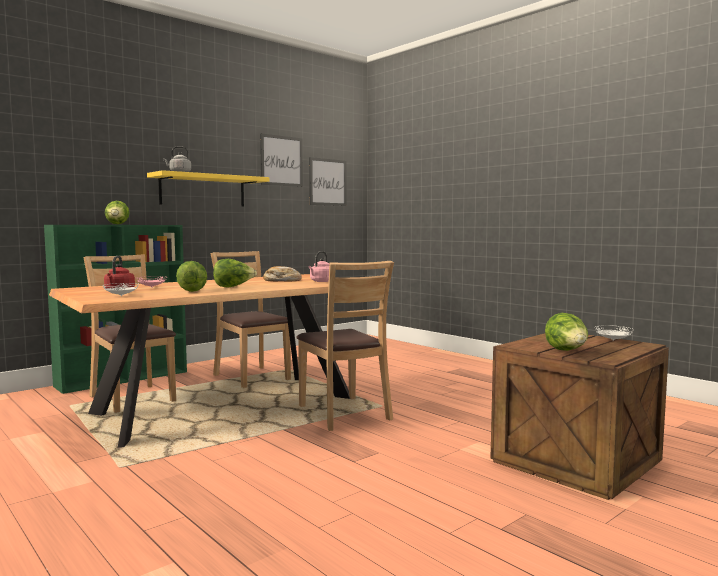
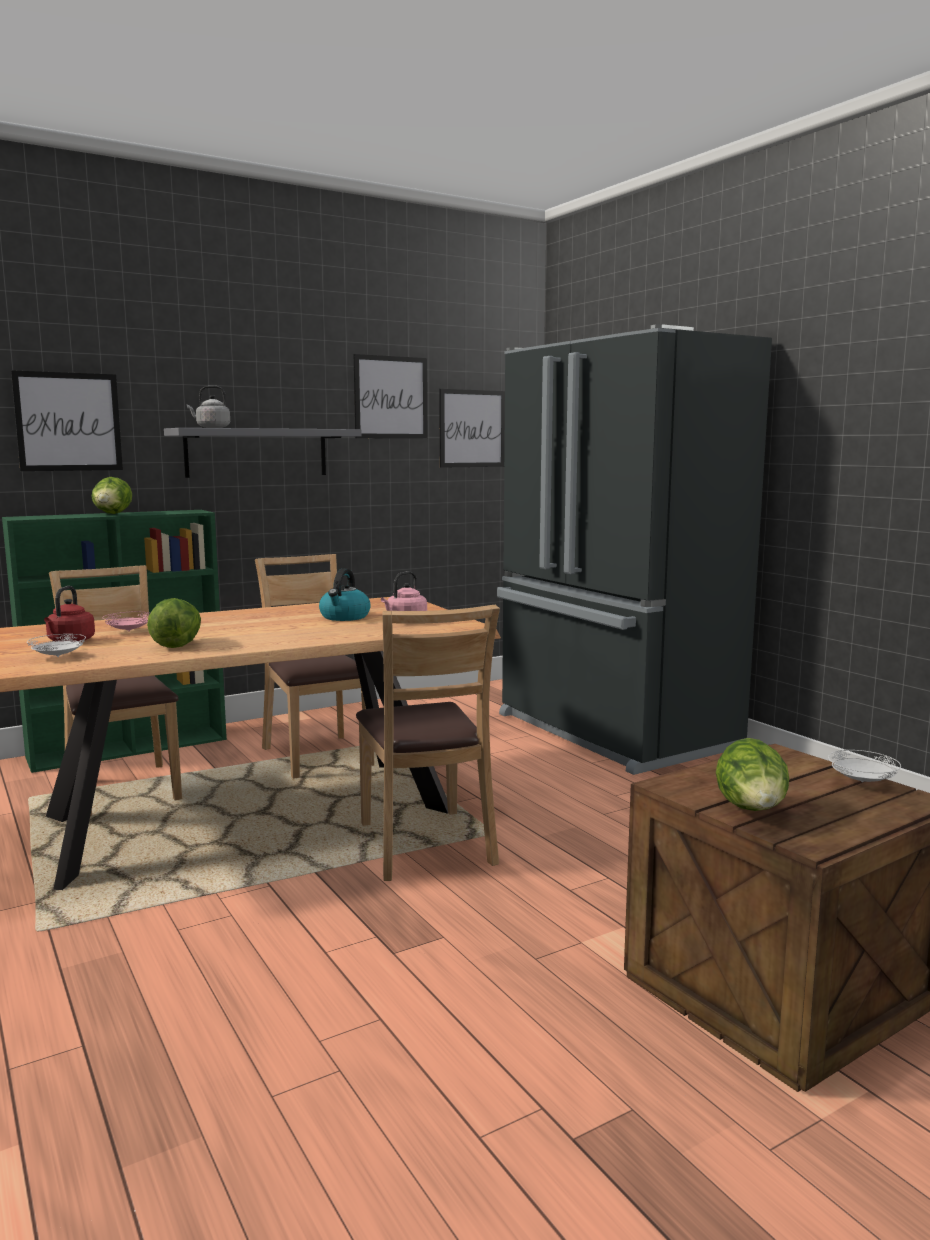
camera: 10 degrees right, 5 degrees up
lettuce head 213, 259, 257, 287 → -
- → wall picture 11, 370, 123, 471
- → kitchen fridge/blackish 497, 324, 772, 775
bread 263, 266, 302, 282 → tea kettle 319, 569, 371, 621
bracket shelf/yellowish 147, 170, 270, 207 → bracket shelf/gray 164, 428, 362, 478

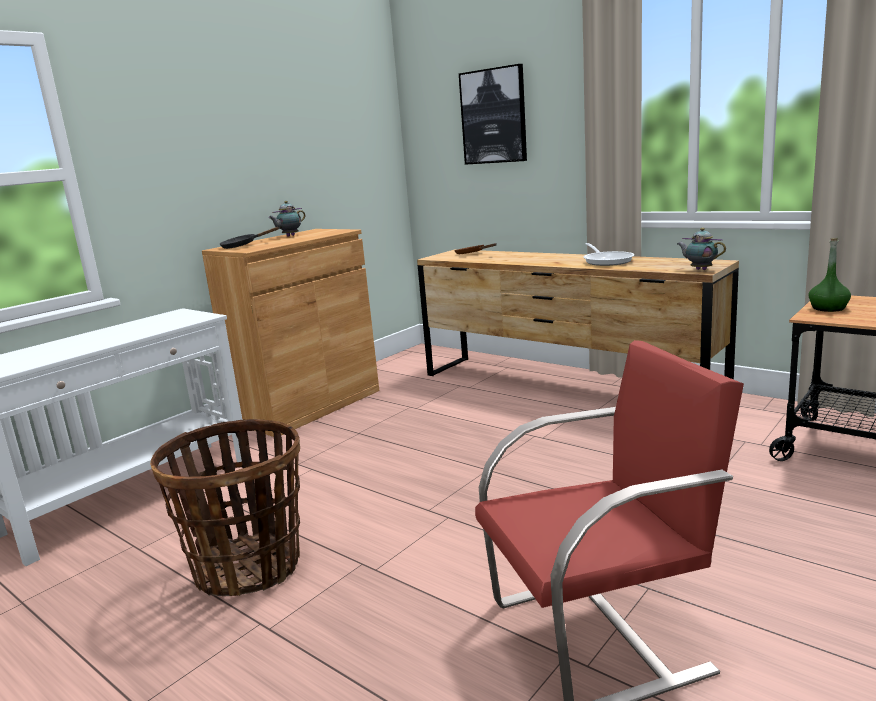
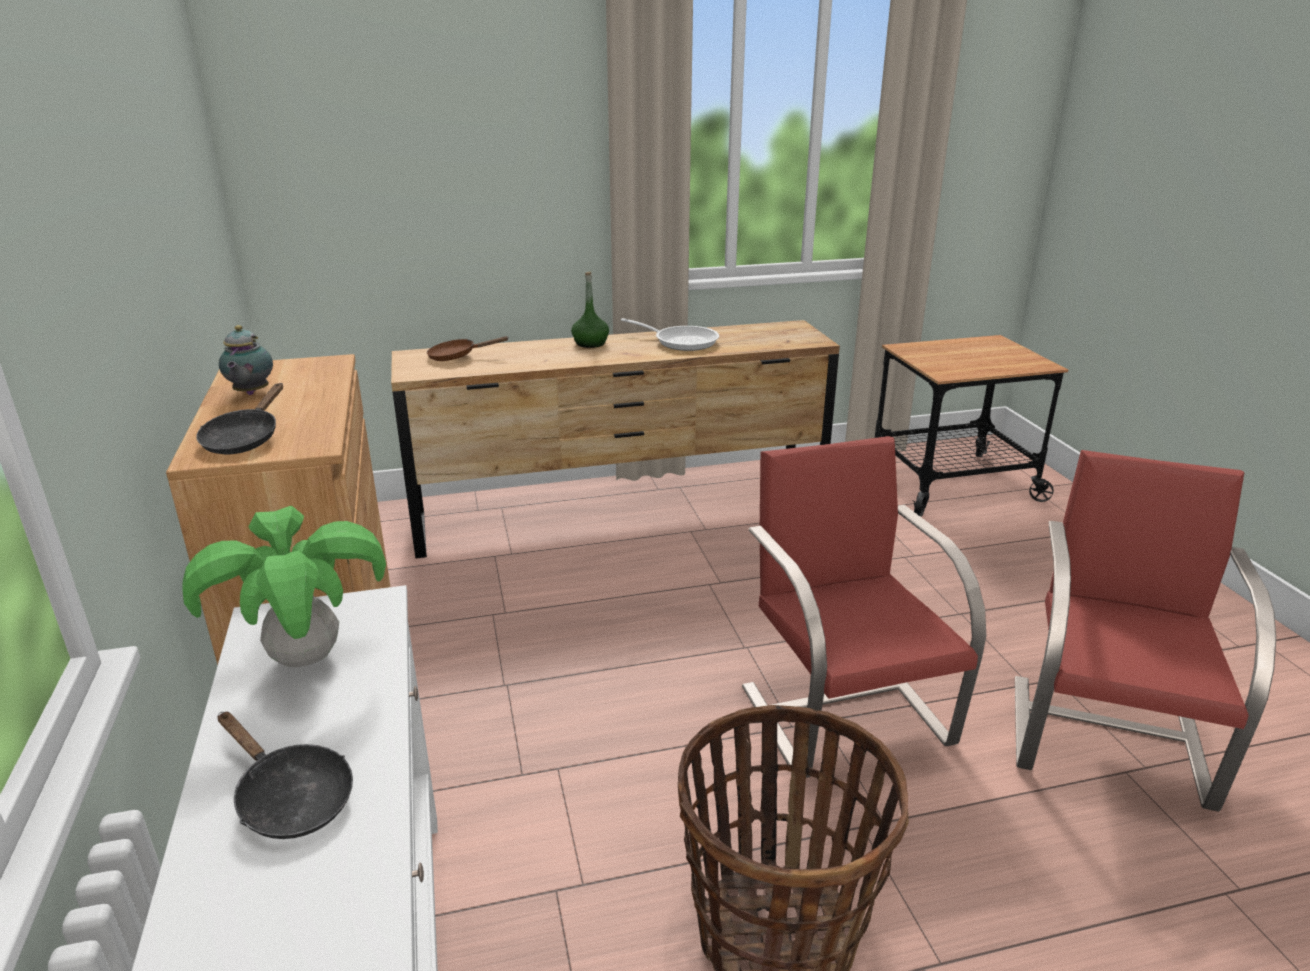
camera: 55 degrees left, 10 degrees up
wall picture 459, 64, 527, 165 → -
teapot 677, 228, 726, 270 → -
- → houseplant 183, 506, 386, 667
- → pan/blackish 218, 712, 353, 839
- → plain chair/red 742, 436, 986, 778
beverage bottle/green 809, 238, 851, 312 → beverage bottle/green 571, 272, 609, 348, relocated

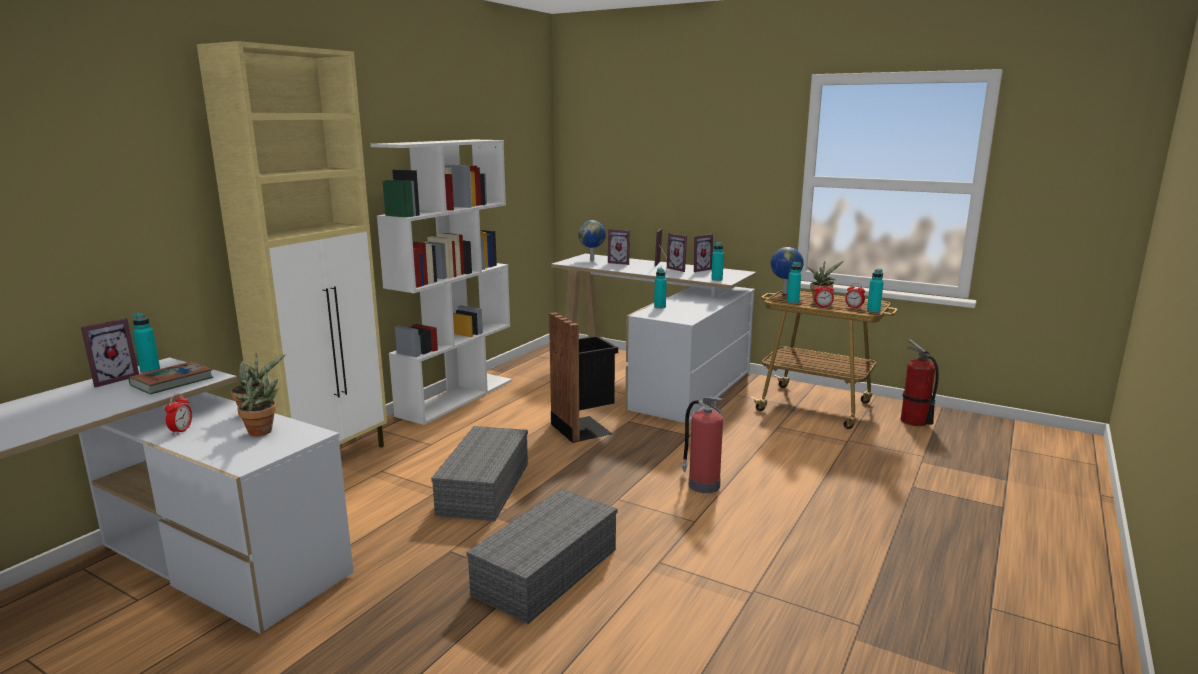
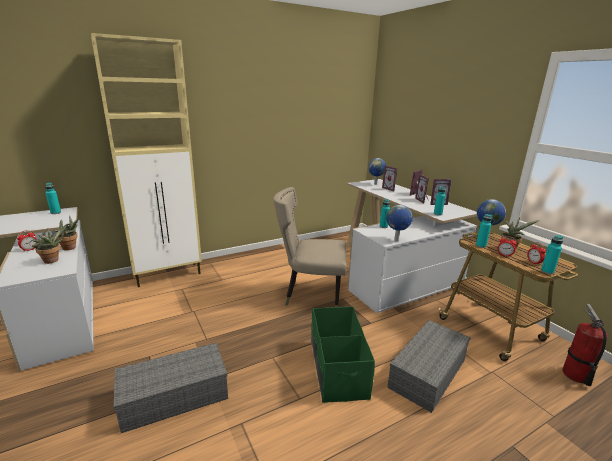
camera: 30 degrees right, 5 degrees up
standing frame 81, 318, 139, 388 → -
book 129, 361, 214, 394 → -
bookcase/white-coloured 371, 139, 512, 425 → -
- → world globe 386, 205, 413, 241
storage bin/gray 431, 426, 528, 521 → storage bin/gray 387, 320, 471, 413, relocated
rubbish bin/blackish 549, 312, 618, 443 → plain chair/beige 273, 187, 347, 307
extinguisher 682, 397, 725, 493 → storage bin/green 311, 307, 375, 403

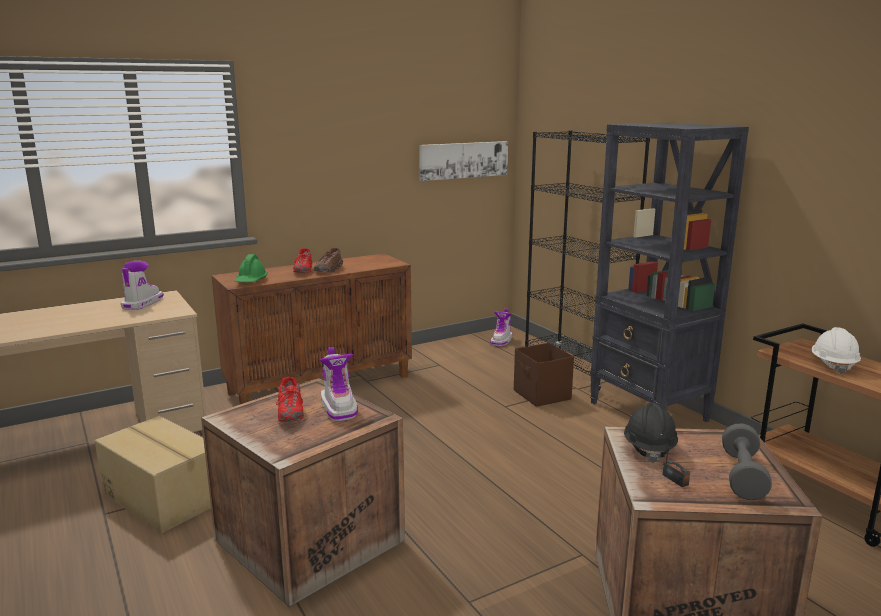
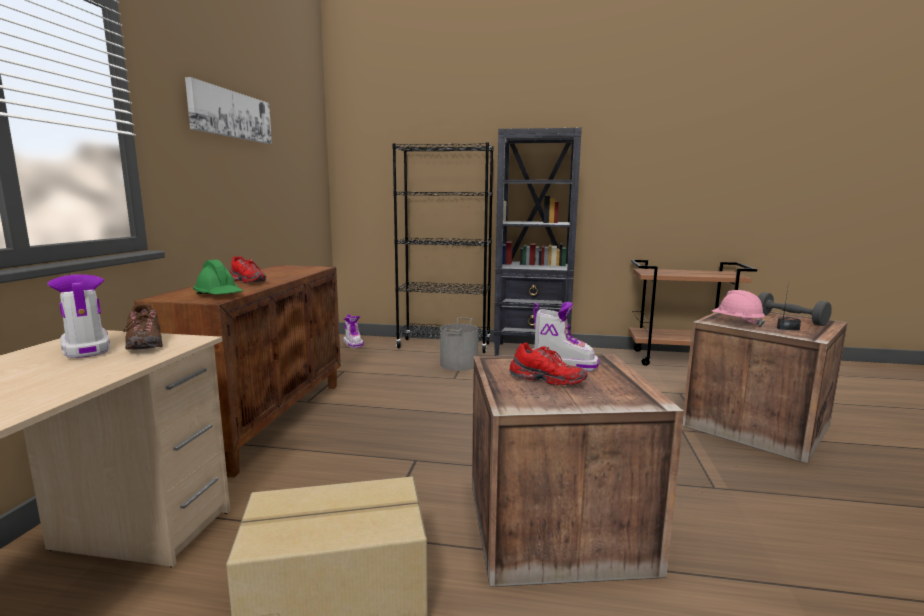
camera: 50 degrees left, 5 degrees down
hard hat/white-coloured 812, 327, 861, 374 → -
item of footwear/brown-coloured 314, 248, 343, 273 → item of footwear/brown-coloured 123, 304, 163, 350, relocated
wall picture 419, 141, 508, 181 → wall picture 185, 77, 272, 144, relocated
storage bin/brown-coloured 514, 343, 574, 407 → water bucket/gray 440, 317, 478, 371
hard hat/blackish 624, 402, 678, 463 → hard hat/pinkish 712, 290, 765, 327

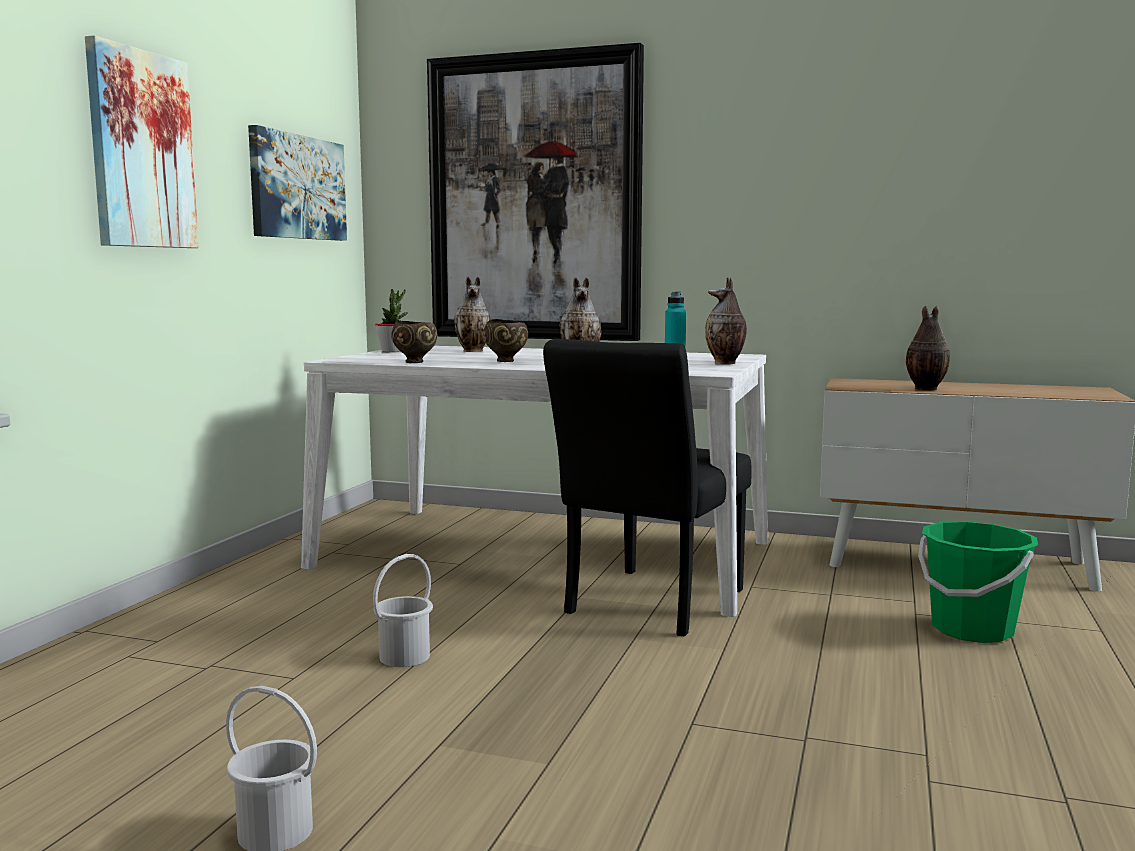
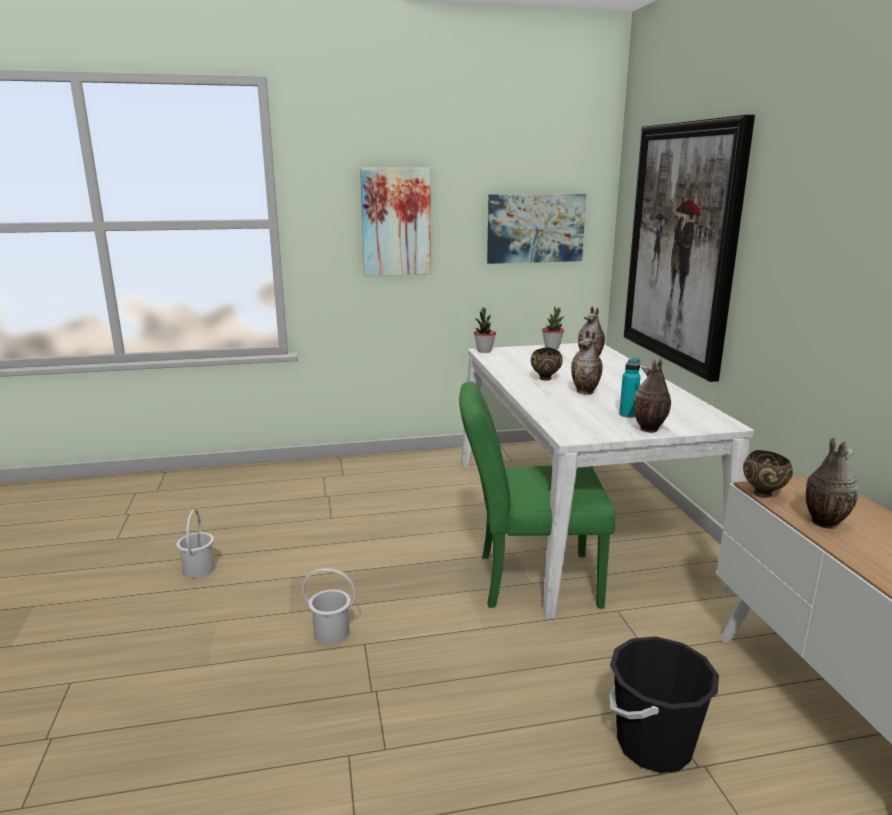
camera: 60 degrees right, 10 degrees up
- → houseplant 474, 307, 496, 353
water bucket/white-coloured 373, 554, 433, 667 → water bucket/white-coloured 302, 568, 356, 645, relocated
deep dish/brown-coloured 391, 320, 438, 363 → deep dish/brown-coloured 743, 450, 793, 498, relocated
plain chair/blackish 543, 339, 752, 636 → plain chair/green 459, 382, 615, 608
water bucket/green 918, 521, 1038, 643 → water bucket/blackish 609, 637, 719, 773

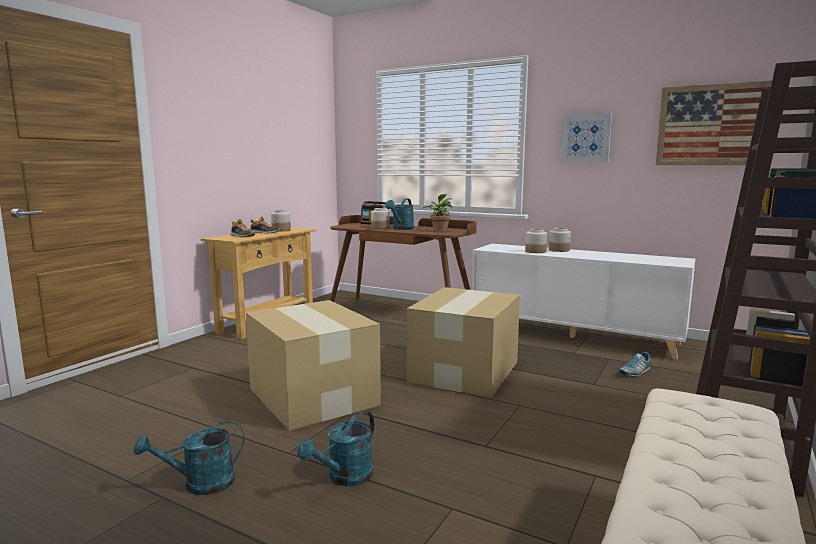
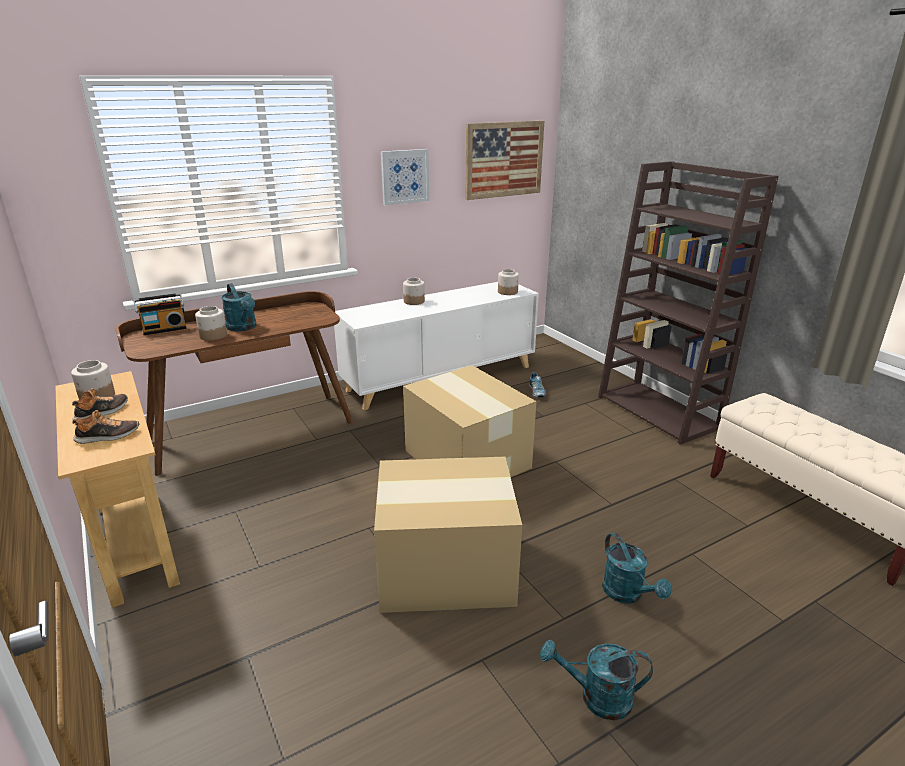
camera: 60 degrees left, 15 degrees up
houseplant 423, 194, 452, 232 → -
preserve jar 525, 229, 547, 253 → preserve jar 498, 269, 519, 295, relocated
watering can/turquoise 133, 420, 244, 495 → watering can/turquoise 540, 640, 653, 720, 90 degrees clockwise

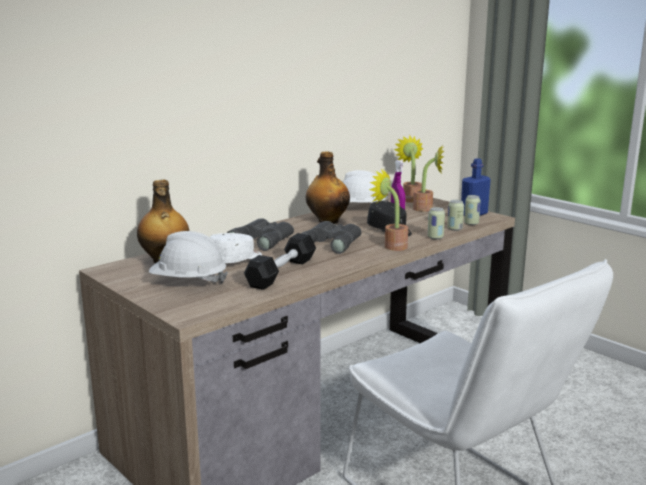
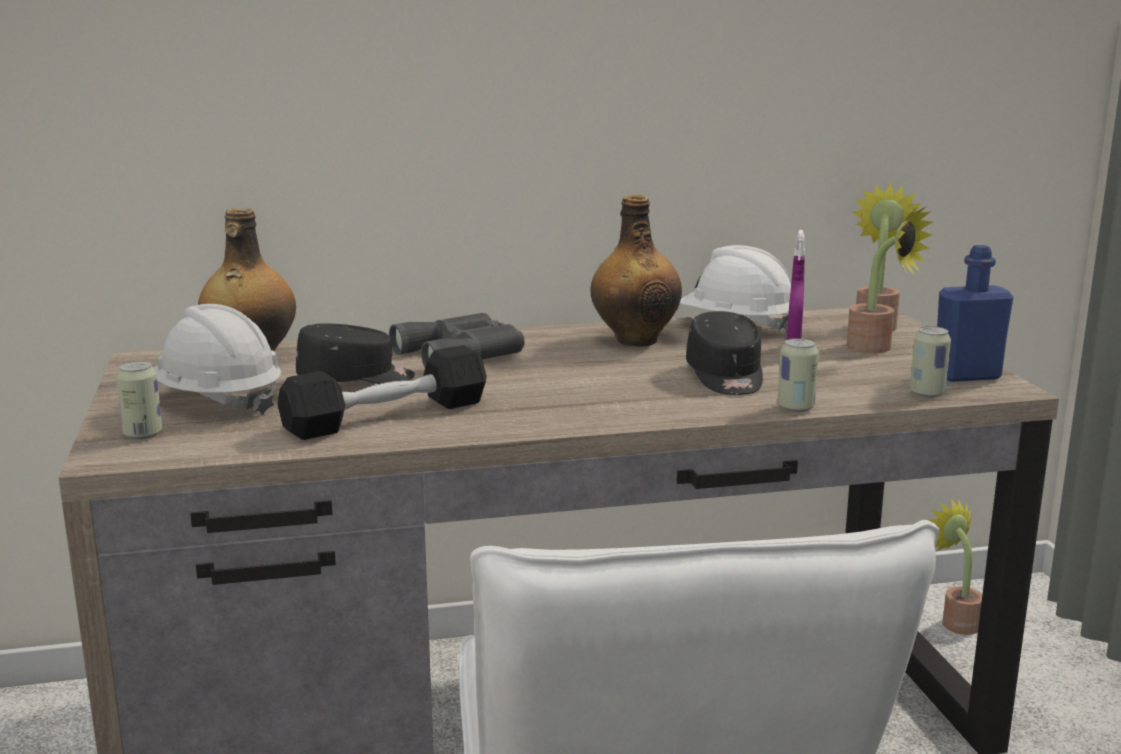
camera: 30 degrees right, 0 degrees up
pair of binoculars/gray 301, 221, 362, 254 → -
houseplant 369, 169, 408, 251 → houseplant 925, 499, 982, 635, relocated
can 447, 200, 464, 231 → can 116, 361, 162, 440, relocated
baseball cap/white-coloured 210, 233, 262, 263 → baseball cap/blackish 296, 323, 415, 384

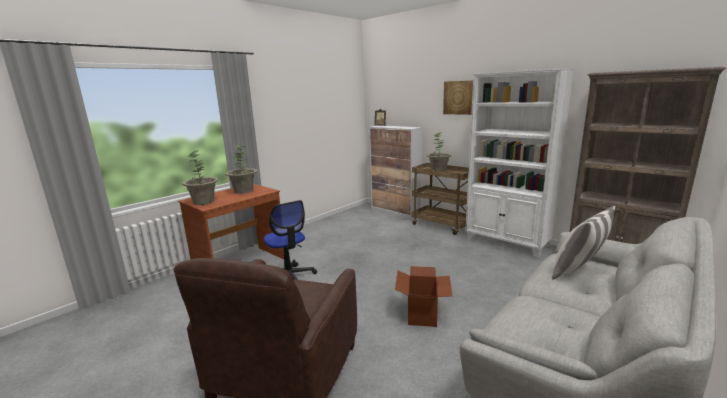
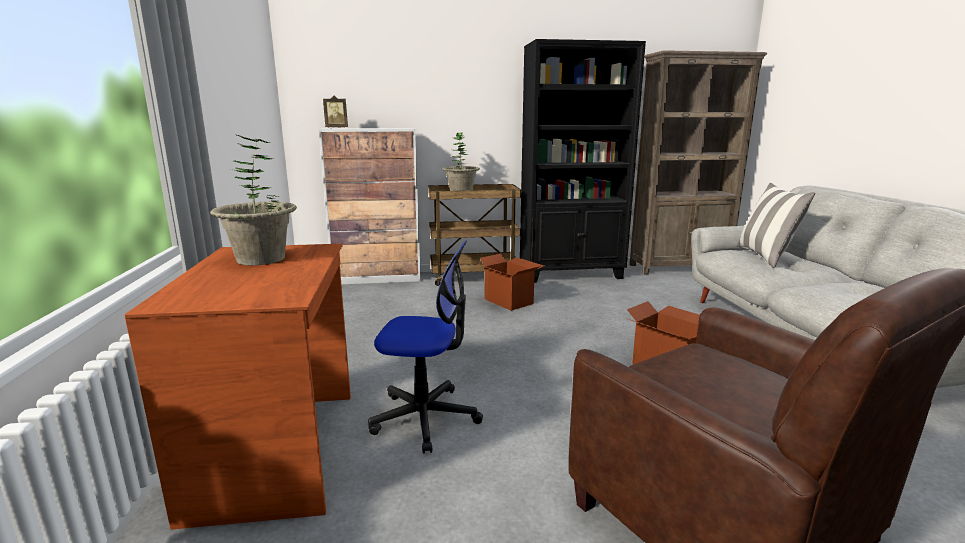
camera: 50 degrees left, 0 degrees up
houseplant 182, 150, 218, 205 → -
wall picture 443, 80, 473, 115 → -
- → carton 475, 254, 544, 311
bookcase/white-coloured 465, 68, 574, 258 → bookcase/blackish 520, 39, 646, 283

